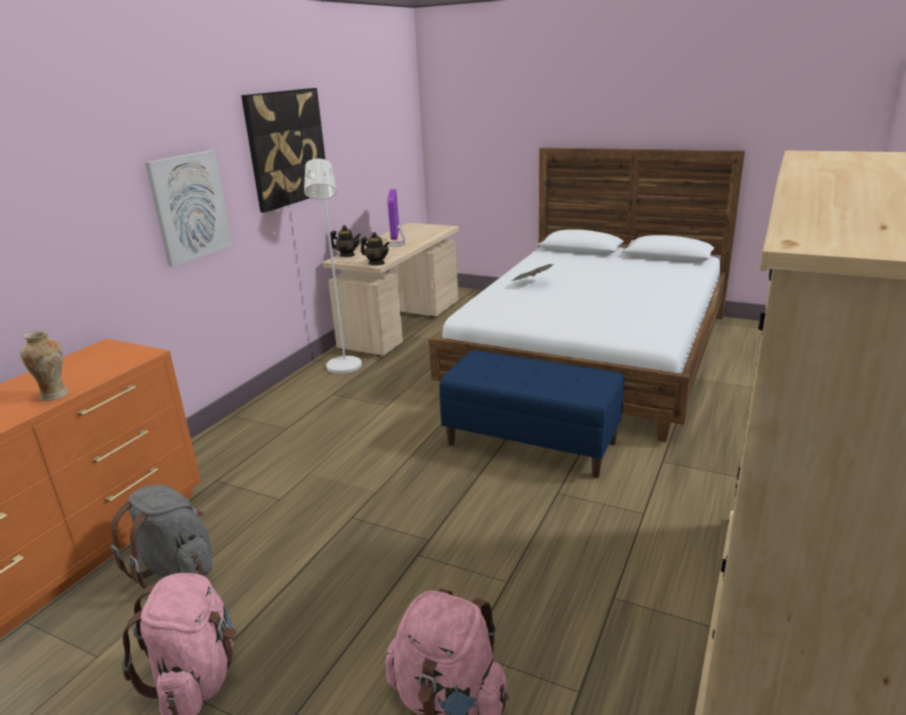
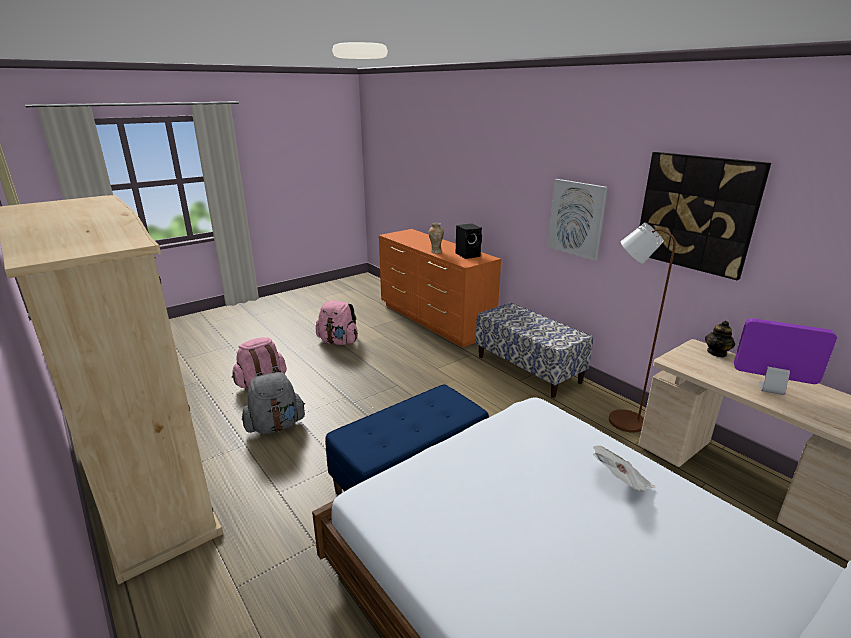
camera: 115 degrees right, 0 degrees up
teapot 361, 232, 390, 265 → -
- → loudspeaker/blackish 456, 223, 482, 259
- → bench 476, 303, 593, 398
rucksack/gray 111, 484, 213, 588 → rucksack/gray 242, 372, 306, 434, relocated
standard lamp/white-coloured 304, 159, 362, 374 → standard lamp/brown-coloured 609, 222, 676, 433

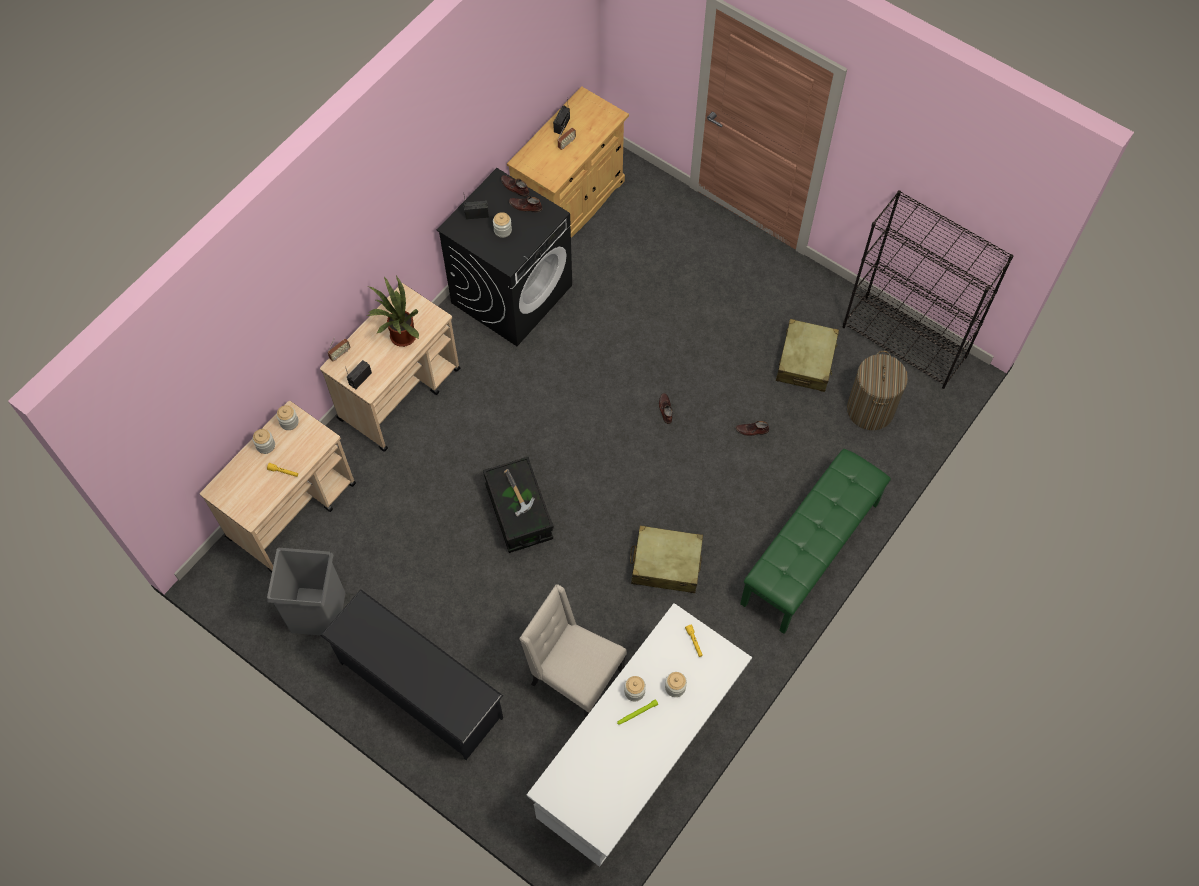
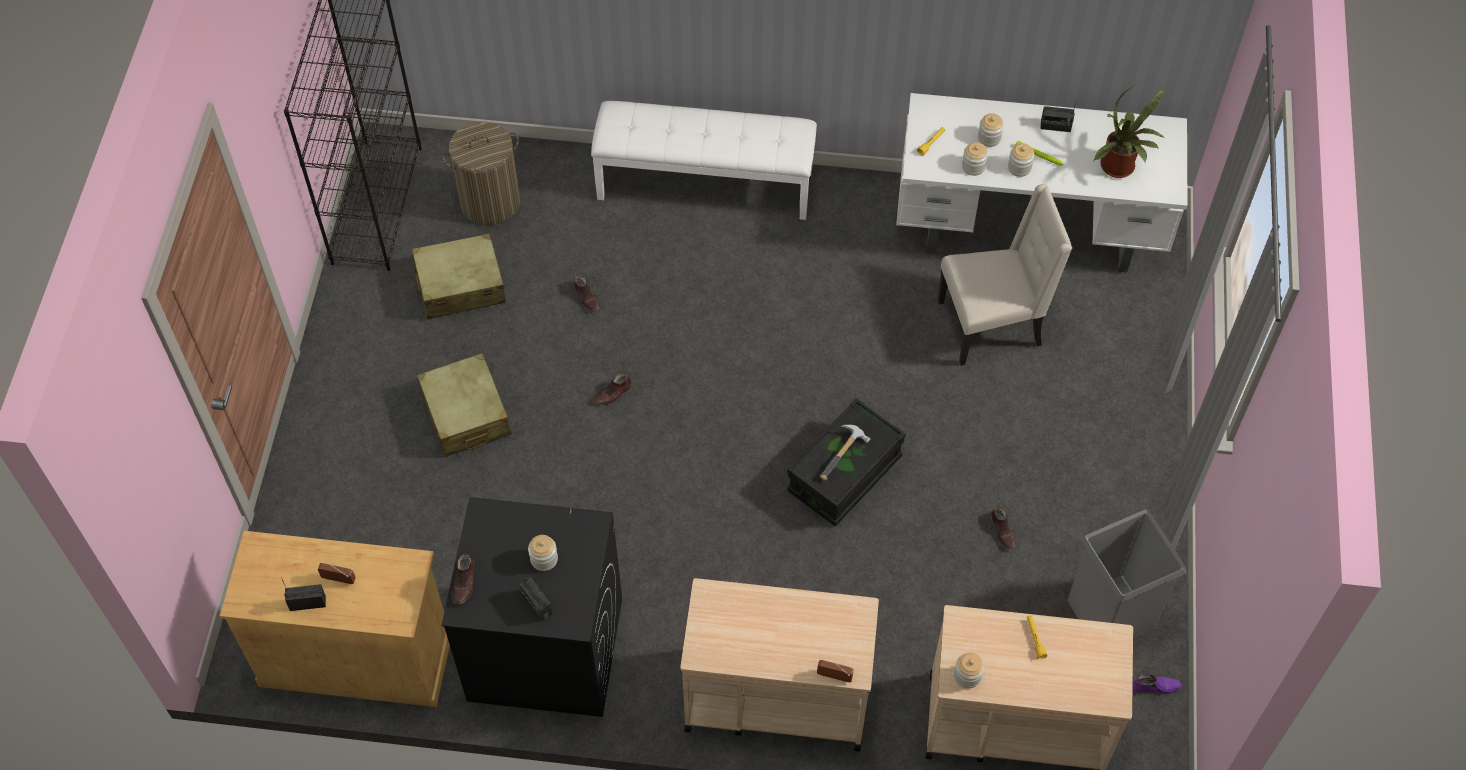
camera: 120 degrees left, 5 degrees down
shoe rack/blackish 320, 590, 503, 760 → -
- → item of footwear/purple 1132, 674, 1182, 694
preserve jar 253, 429, 275, 454 → preserve jar 962, 142, 988, 176, relocated
radio receiver 346, 360, 372, 389 → radio receiver 1040, 102, 1076, 132, relocated
houseplant 367, 276, 419, 347 → houseplant 1094, 84, 1165, 178, relocated
item of footwear/brown-coloured 509, 196, 542, 213 → item of footwear/brown-coloured 991, 506, 1015, 550, relocated
piece of luggage/beige 630, 525, 703, 593 → piece of luggage/beige 417, 353, 512, 457, relocated
bench/green 740, 449, 891, 634 → bench/white-coloured 591, 101, 817, 220
plain chair/beige 519, 584, 627, 718 → plain chair/beige 938, 184, 1072, 366, 105 degrees counterclockwise

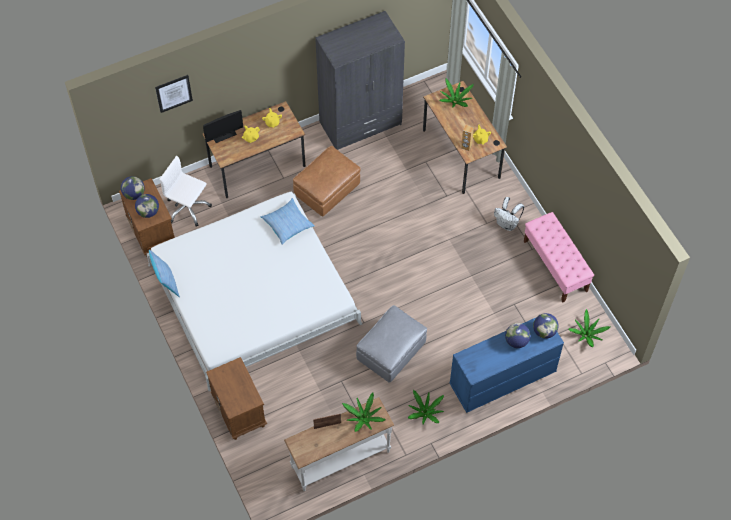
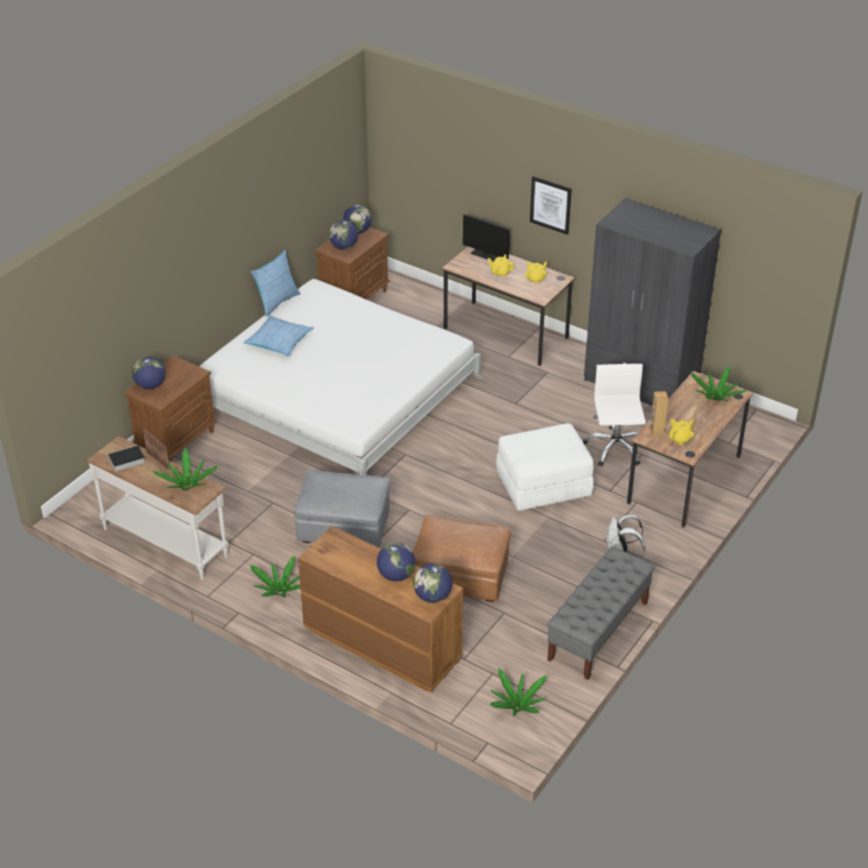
camera: 60 degrees right, 20 degrees down
- → book 103, 445, 145, 471
- → world globe 132, 356, 165, 389
- → pouffe/white-coloured 496, 423, 594, 511
wall picture 155, 75, 193, 113 → wall picture 530, 176, 572, 235, relocated
office chair/white-coloured 159, 156, 212, 227 → office chair/white-coloured 583, 364, 646, 467, relocated
cushion 261, 198, 315, 245 → cushion 243, 315, 314, 356, relocated
pouffe/brown-coloured 293, 146, 360, 217 → pouffe/brown-coloured 413, 515, 511, 602, relocated
drawer chest/blue-coloured 449, 318, 564, 413 → drawer chest/brown-coloured 298, 526, 463, 692
bench/pinkish 524, 212, 594, 302 → bench/gray 547, 547, 655, 680

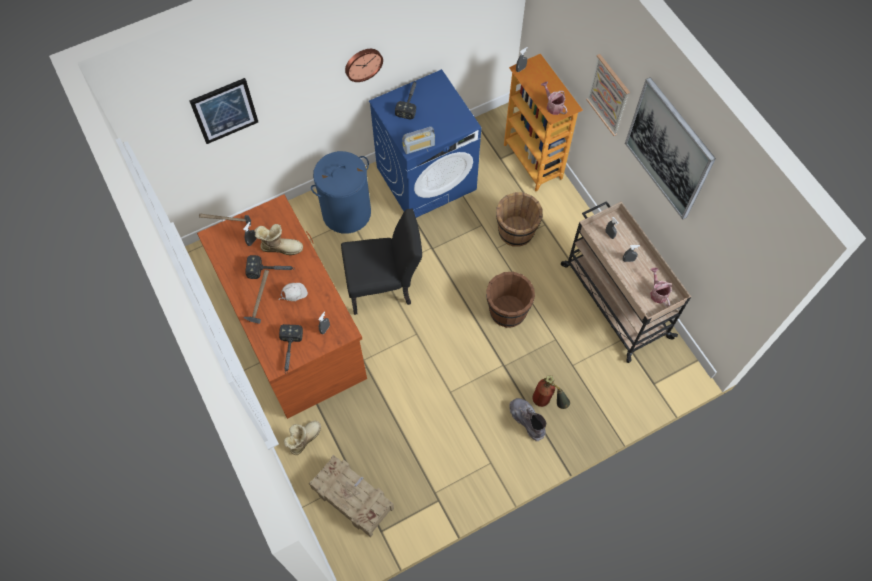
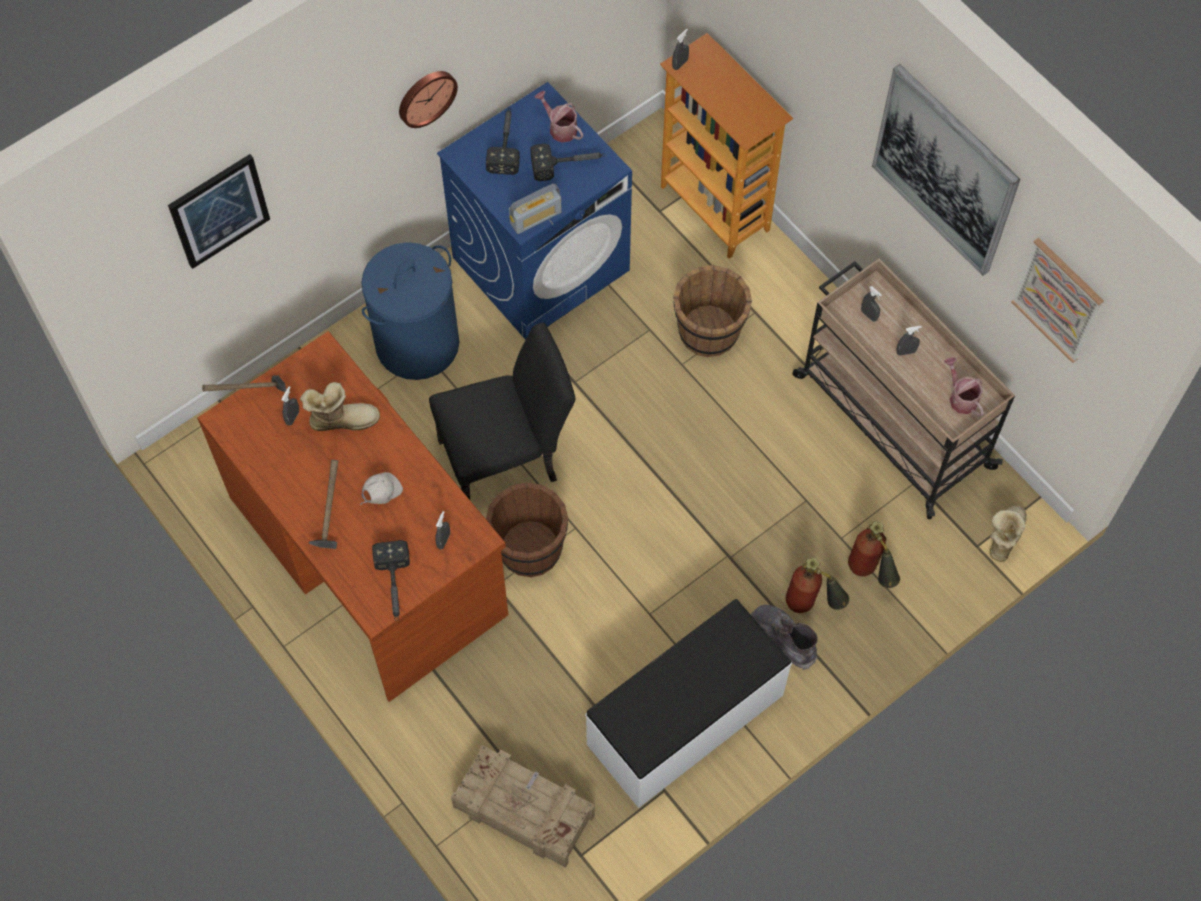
camera: 10 degrees left, 0 degrees up
- → bench/white-coloured 585, 599, 792, 808
- → extinguisher 848, 521, 900, 588
hand hammer 245, 255, 295, 279 → hand hammer 530, 144, 606, 181, relocated
tall boot 283, 421, 321, 455 → tall boot 990, 506, 1027, 562, relocated
water bucket/brown-coloured 486, 272, 535, 328 → water bucket/brown-coloured 486, 482, 568, 577, relocated
watering can 541, 82, 567, 115 → watering can 535, 91, 583, 143, relocated
wall picture 586, 54, 630, 136 → wall picture 1011, 238, 1104, 363, relocated

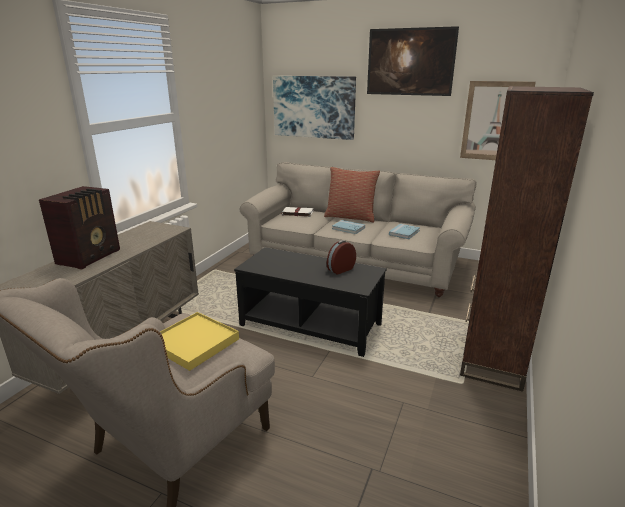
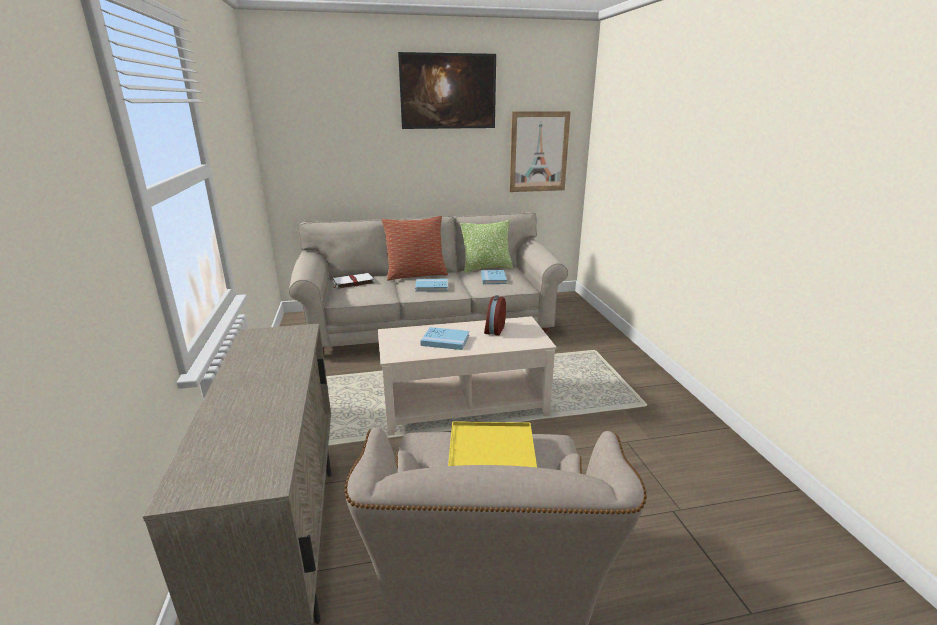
camera: 35 degrees left, 0 degrees up
radio receiver 39, 186, 120, 270 → -
wall picture 273, 76, 356, 140 → -
bookcase/brown-coloured 460, 86, 594, 392 → -
- → book/blue-coloured 420, 327, 469, 350
- → cushion 460, 220, 513, 272
lounge table/blackish 234, 247, 387, 357 → lounge table/beige 378, 316, 557, 436

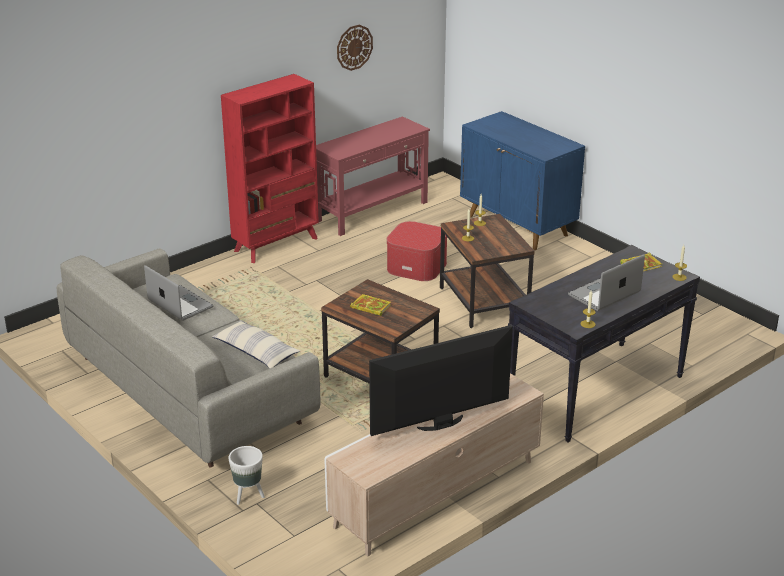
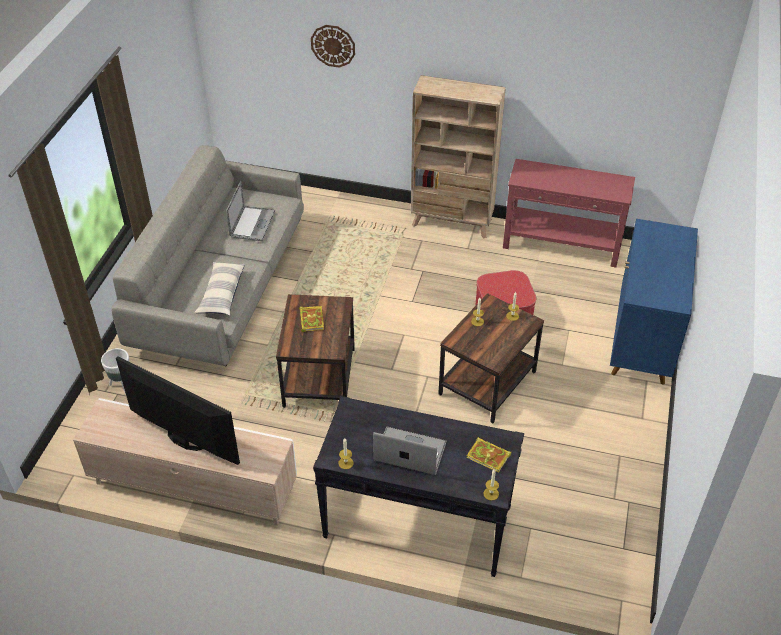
camera: 55 degrees right, 15 degrees up
hanging clock 337, 25, 373, 71 → hanging clock 311, 25, 355, 68, relocated
bookcase/red 221, 74, 319, 263 → bookcase/beige 411, 75, 506, 239

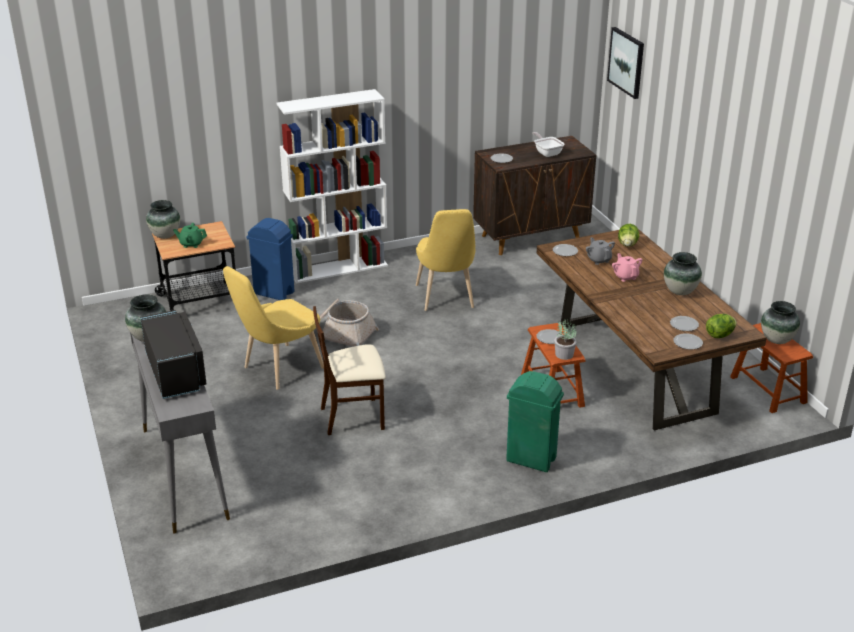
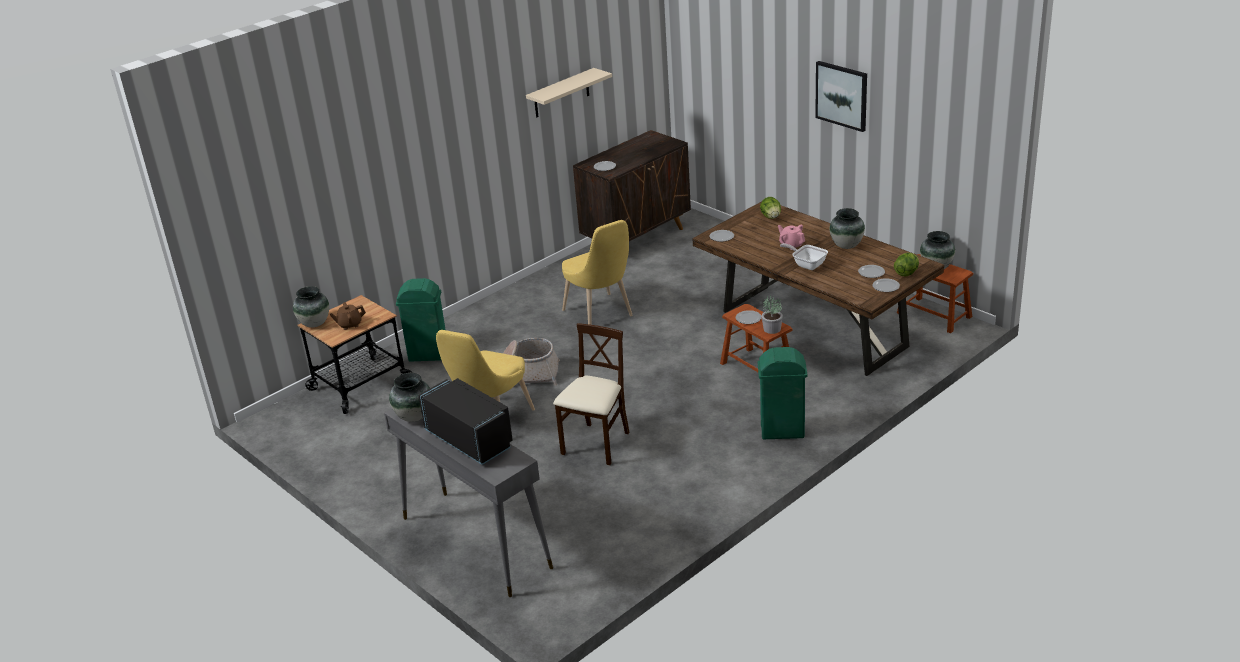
camera: 20 degrees left, 0 degrees up
bookcase/white-coloured 276, 89, 388, 284 → -
teapot/gray 586, 237, 615, 265 → -
- → bracket shelf/beige 526, 68, 612, 117
pan 532, 132, 565, 157 → pan 780, 243, 828, 270, relocated
wall picture 607, 27, 644, 99 → wall picture 815, 61, 867, 132, relocated
teapot/green 173, 223, 207, 248 → teapot/brown-coloured 329, 302, 366, 330
rubbish bin/blue-coloured 247, 218, 295, 300 → rubbish bin/green 396, 278, 446, 362
plain chair/beige 313, 306, 386, 435 → plain chair/beige 553, 323, 630, 465, 150 degrees clockwise

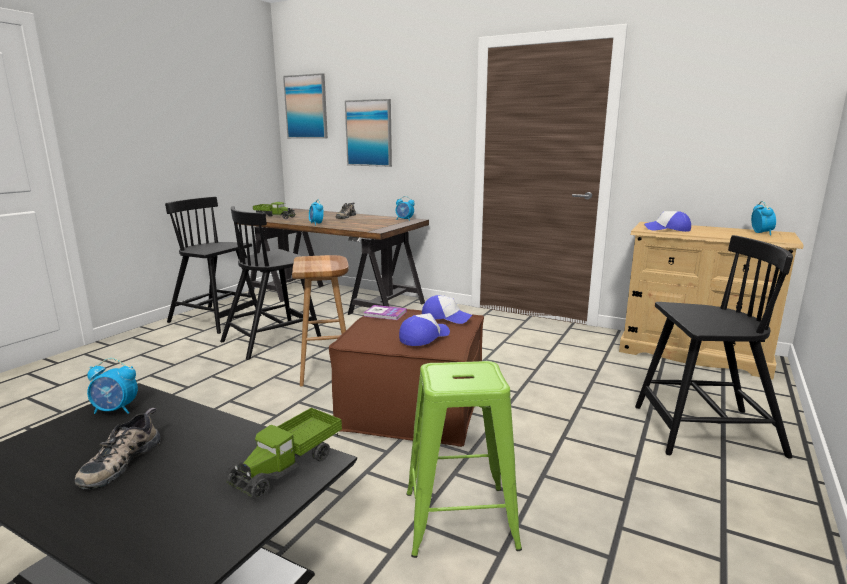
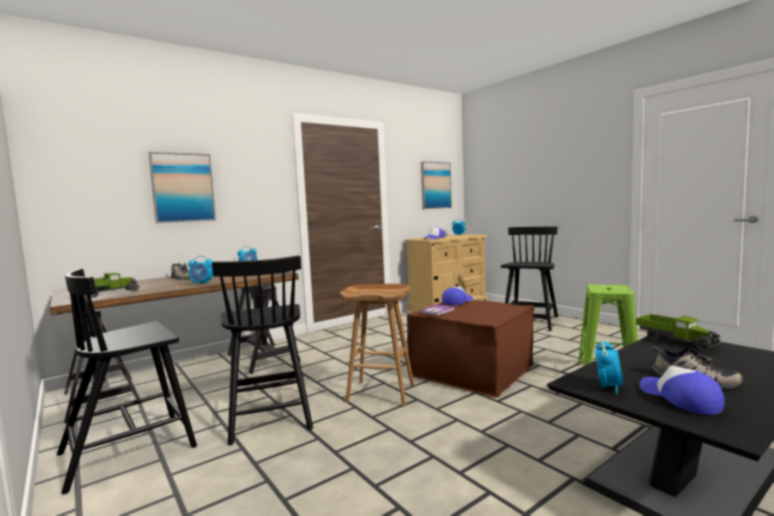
camera: 65 degrees left, 10 degrees down
wall picture 283, 73, 328, 139 → wall picture 421, 161, 452, 209, relocated
baseball cap 399, 313, 450, 346 → baseball cap 639, 366, 724, 415, relocated

